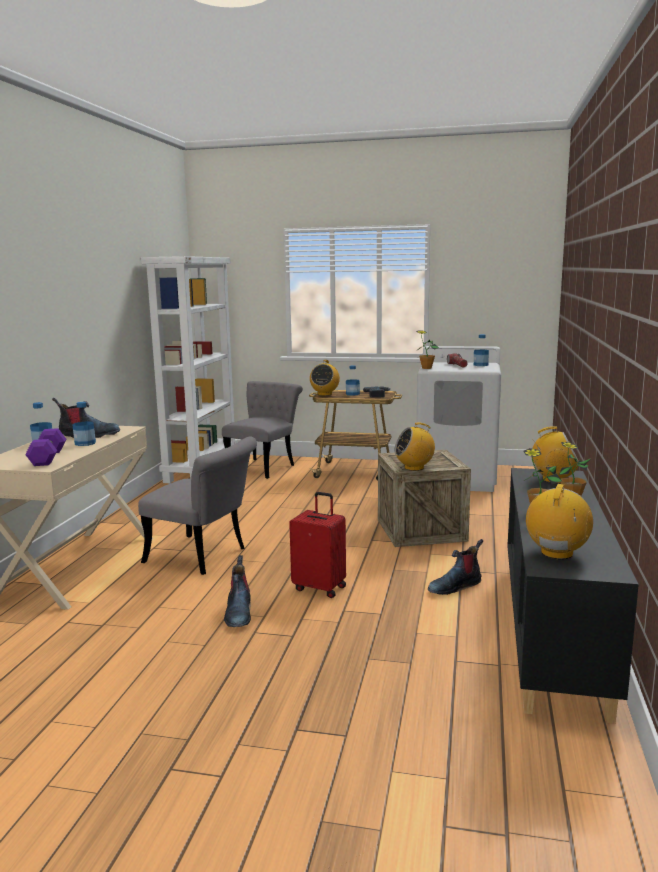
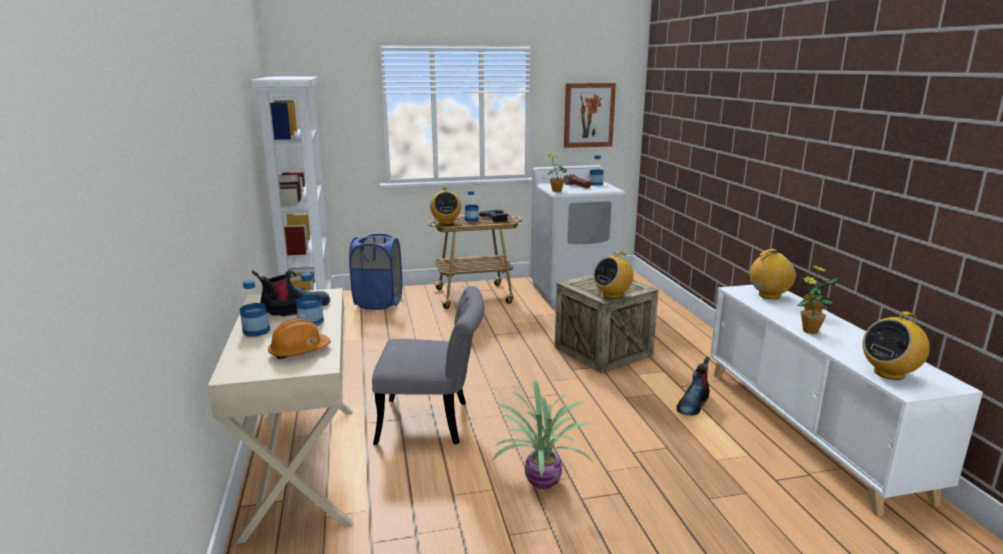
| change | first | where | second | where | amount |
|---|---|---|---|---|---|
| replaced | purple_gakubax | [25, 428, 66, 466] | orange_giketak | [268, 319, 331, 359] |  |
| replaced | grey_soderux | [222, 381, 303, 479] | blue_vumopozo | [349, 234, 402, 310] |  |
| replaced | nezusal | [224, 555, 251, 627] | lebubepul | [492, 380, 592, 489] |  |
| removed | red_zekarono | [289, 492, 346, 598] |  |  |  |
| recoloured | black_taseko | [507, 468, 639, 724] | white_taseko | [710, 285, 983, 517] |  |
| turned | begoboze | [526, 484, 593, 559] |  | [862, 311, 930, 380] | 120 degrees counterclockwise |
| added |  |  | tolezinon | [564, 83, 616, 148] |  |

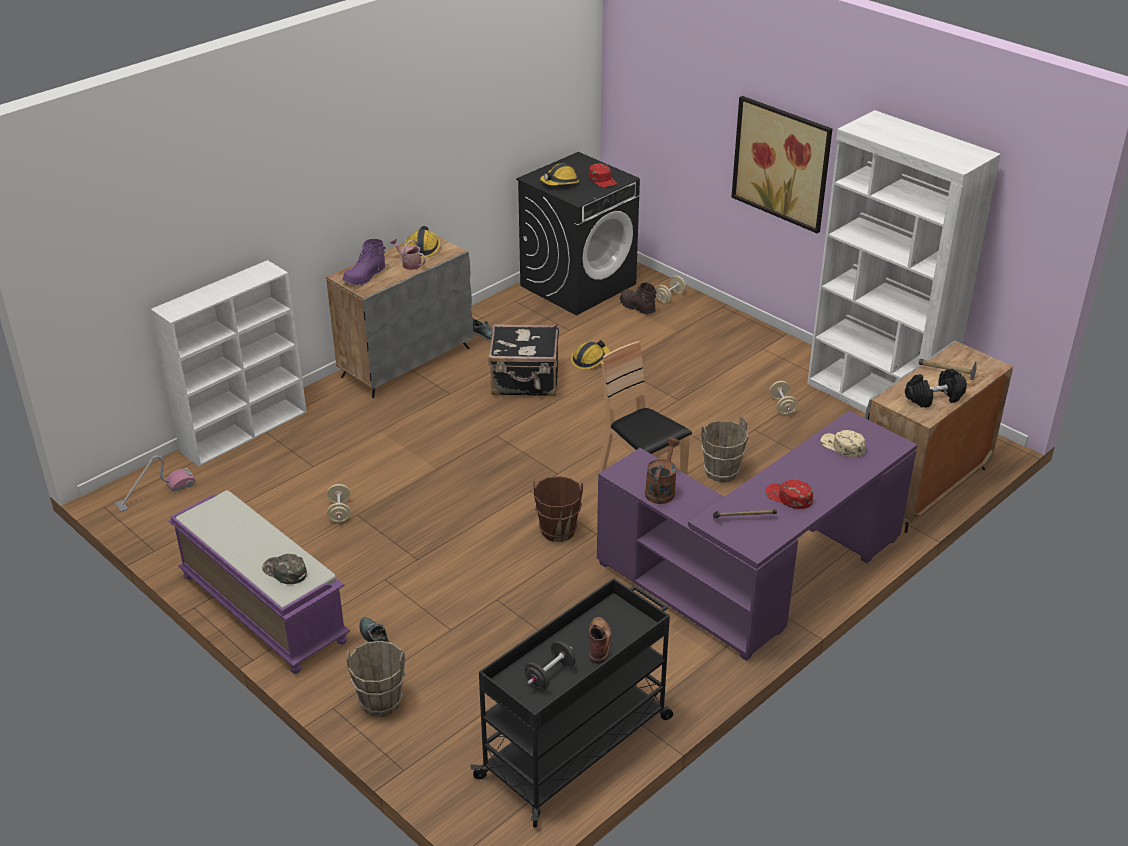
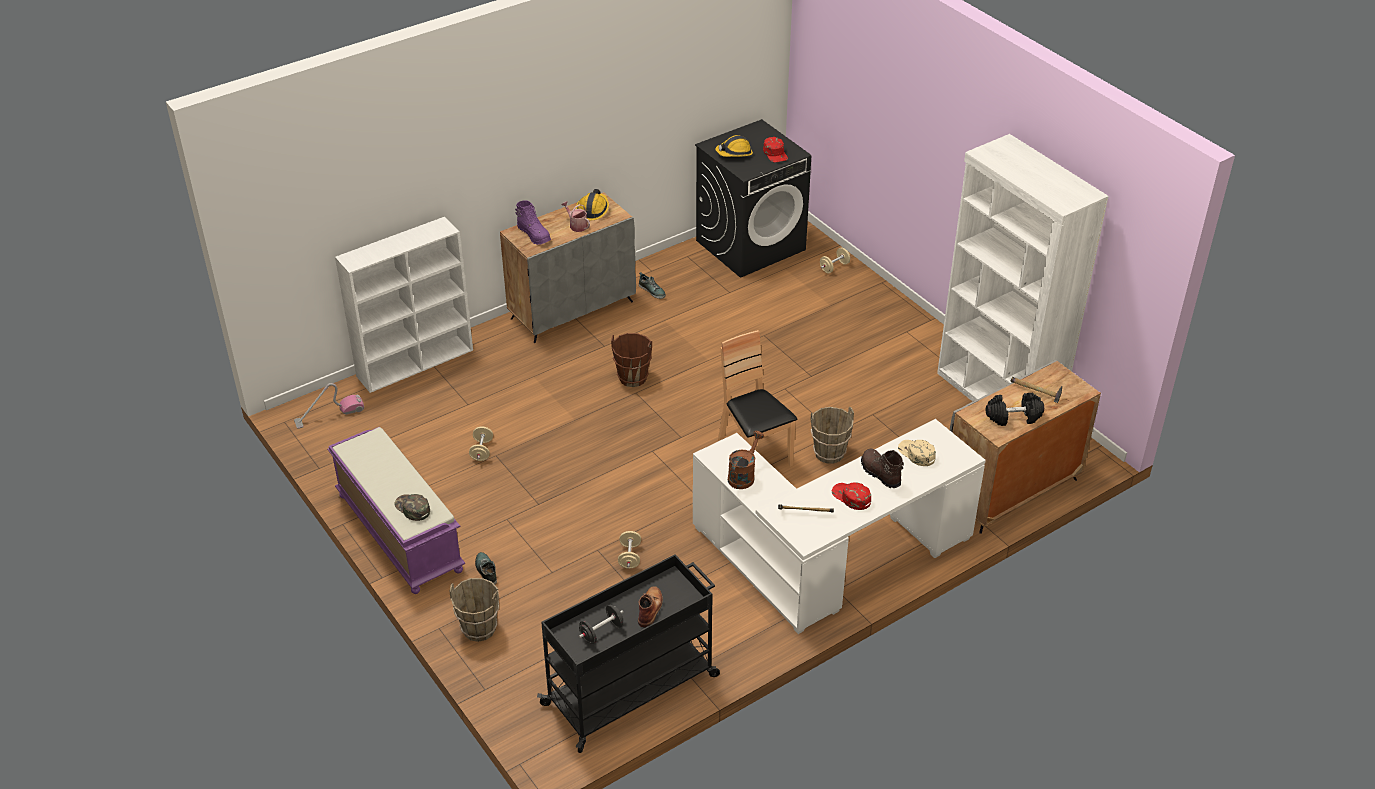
| change | first | where | second | where | amount |
|---|---|---|---|---|---|
| turned | purple_nezusal | [343, 239, 385, 285] |  | [515, 201, 551, 245] | 90 degrees counterclockwise |
| removed | black_zekarono | [488, 324, 559, 396] |  |  |  |
| moved | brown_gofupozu | [534, 476, 583, 542] |  | [611, 333, 652, 387] |  |
| removed | giketak | [571, 340, 610, 370] |  |  |  |
| recoloured | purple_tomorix | [597, 410, 917, 661] | white_tomorix | [693, 419, 986, 634] |  |
| moved | brown_nezusal | [620, 282, 657, 315] |  | [861, 449, 904, 488] |  |
| removed | tolezinon | [731, 96, 832, 233] |  |  |  |
| moved | beige_gakubax | [769, 381, 798, 415] |  | [618, 531, 641, 569] |  |

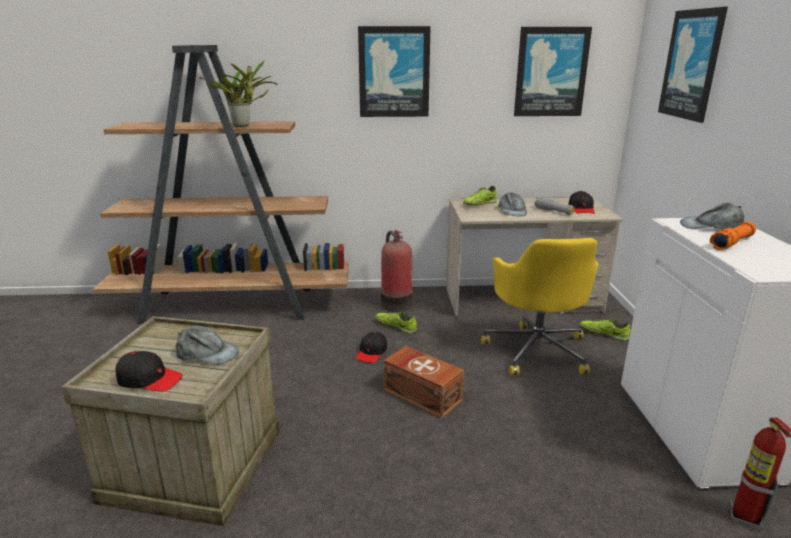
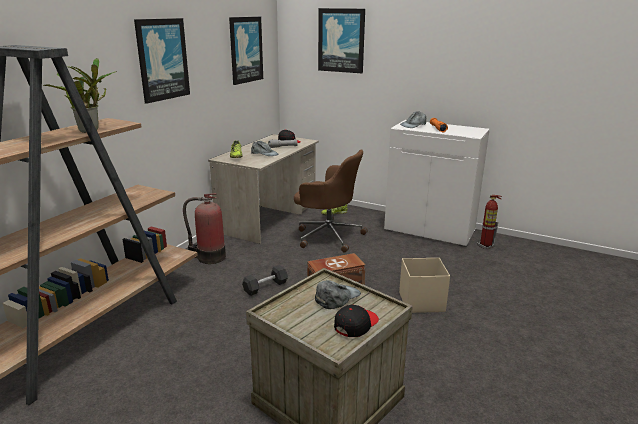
| change | first | where | second | where | amount |
|---|---|---|---|---|---|
| replaced | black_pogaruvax | [356, 332, 387, 363] | black_gakubax | [242, 265, 288, 296] |  |
| removed | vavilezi | [375, 312, 417, 334] |  |  |  |
| recoloured | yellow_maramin | [481, 238, 598, 376] | brown_maramin | [294, 149, 368, 253] |  |
| added |  |  | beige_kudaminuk | [399, 258, 450, 313] |  |

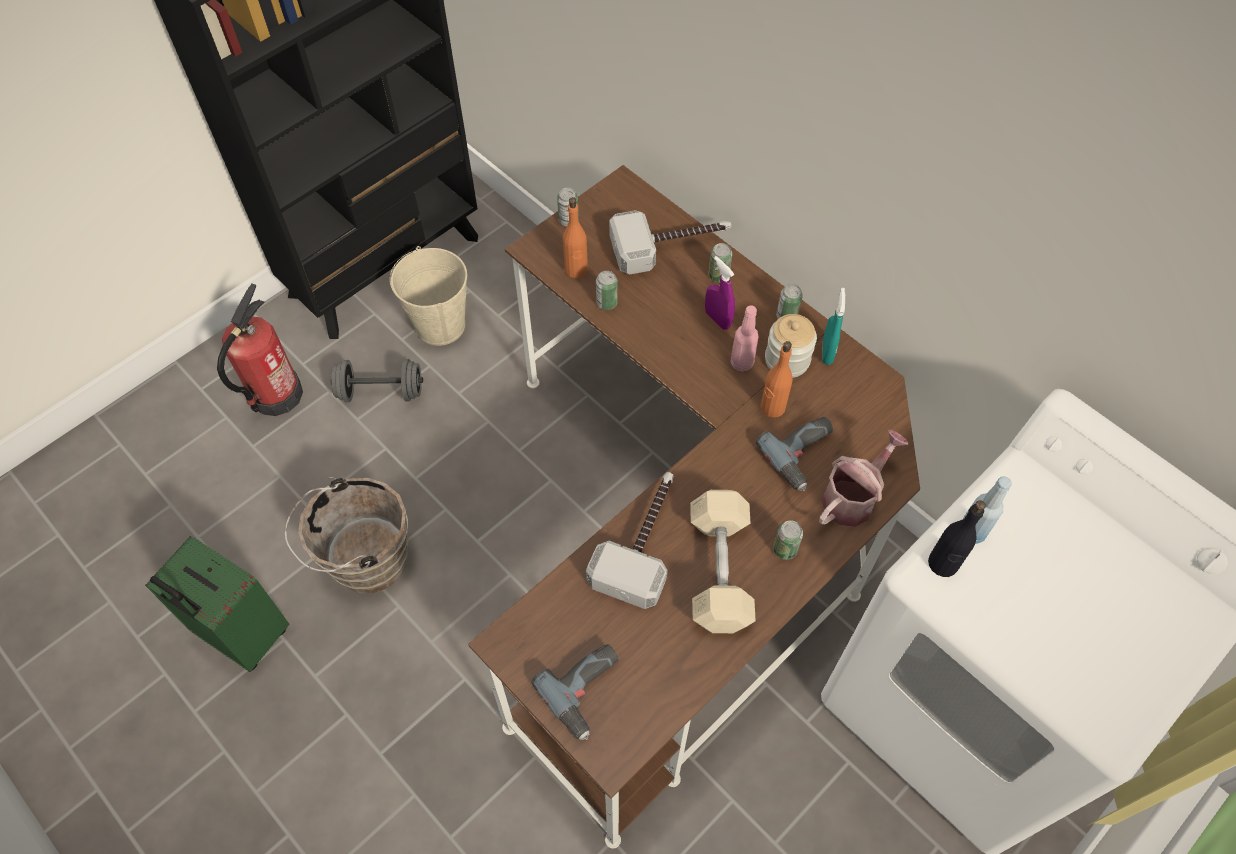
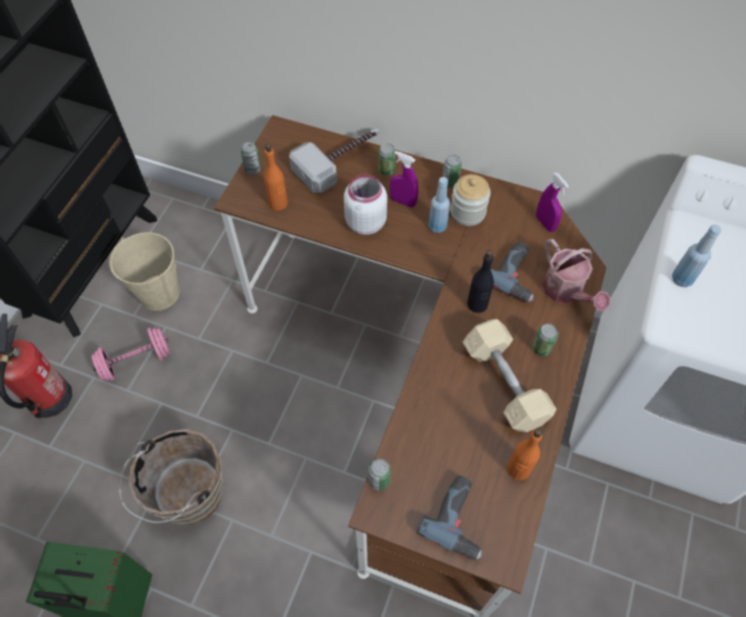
| change | first | where | second | where | amount |
|---|---|---|---|---|---|
| recoloured | grey_gakubax | [331, 359, 423, 402] | pink_gakubax | [91, 327, 170, 381] |  |
| removed | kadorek | [586, 472, 673, 609] |  |  |  |
| moved | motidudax | [596, 271, 618, 310] |  | [368, 459, 391, 490] |  |
| recoloured | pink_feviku | [731, 305, 759, 371] | blue_feviku | [428, 177, 450, 233] |  |
| moved | orange_feviku | [761, 341, 793, 417] |  | [507, 428, 543, 480] |  |
| turned | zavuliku | [819, 430, 908, 527] |  | [542, 239, 610, 311] | 135 degrees clockwise |
| removed | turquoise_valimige | [822, 288, 845, 365] |  |  |  |
| moved | black_feviku | [928, 501, 986, 577] |  | [467, 250, 494, 313] |  |
| added |  |  | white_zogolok | [344, 174, 387, 235] |  |
| added |  |  | purple_valimige | [536, 173, 569, 232] |  |

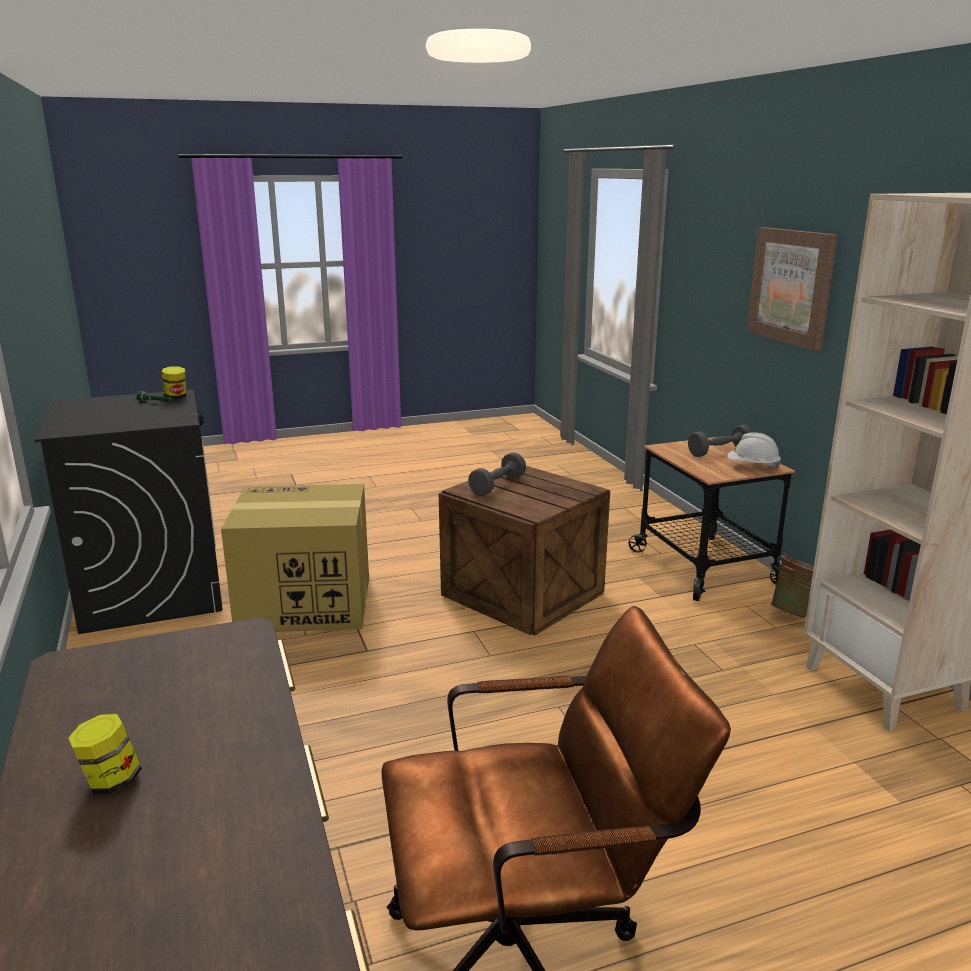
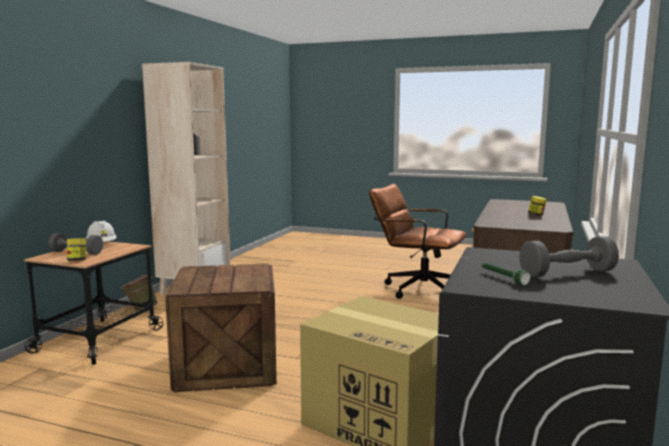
| change | first | where | second | where | amount |
|---|---|---|---|---|---|
| moved | zogolok | [162, 366, 187, 399] |  | [67, 238, 86, 261] |  |
| moved | grey_gakubax | [468, 452, 526, 496] |  | [519, 236, 619, 277] |  |
| removed | tolezinon | [747, 227, 838, 351] |  |  |  |

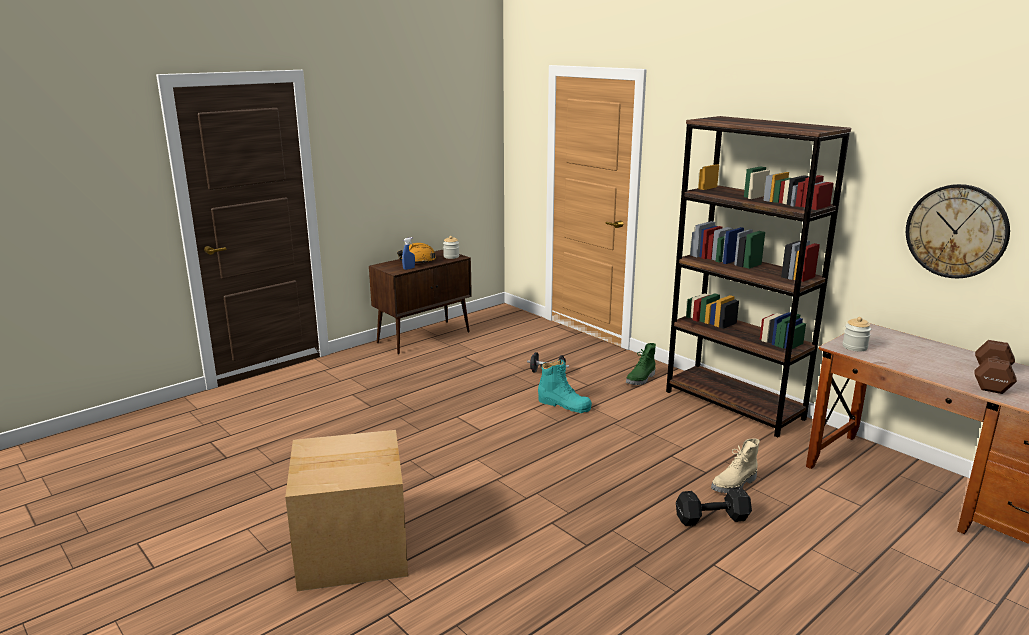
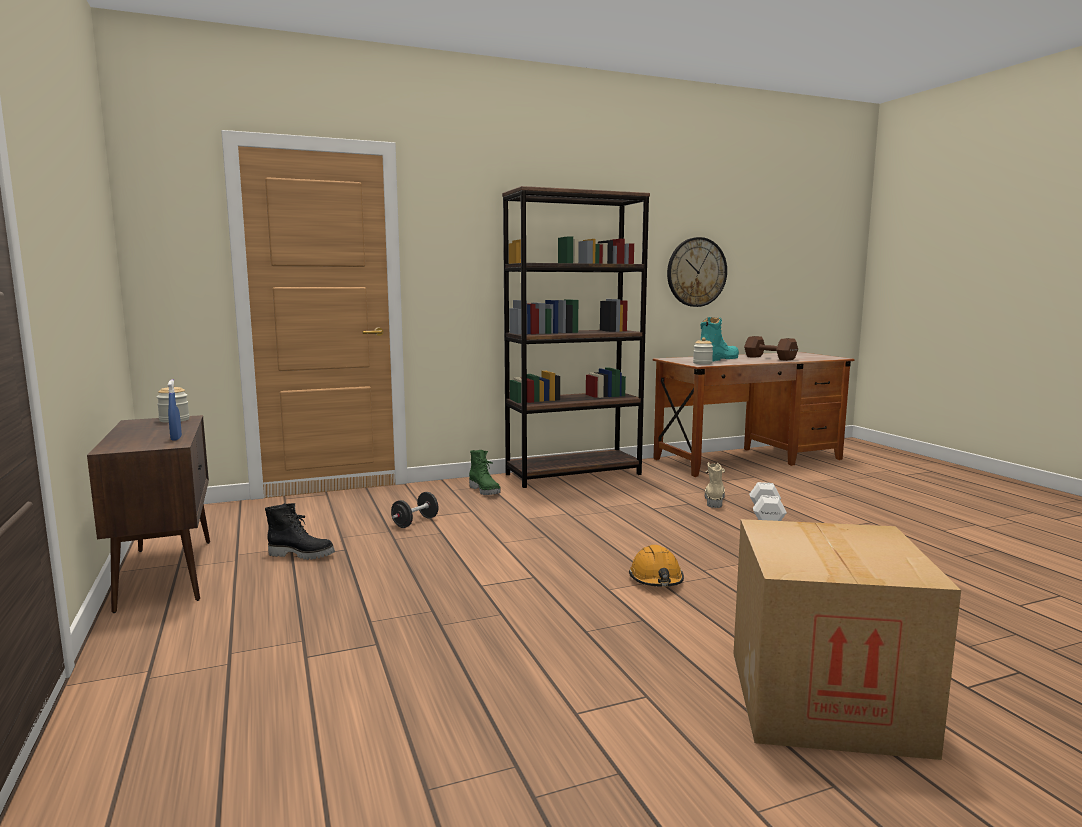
| change | first | where | second | where | amount |
|---|---|---|---|---|---|
| moved | orange_giketak | [397, 243, 436, 263] |  | [629, 545, 684, 587] |  |
| moved | turquoise_nezusal | [538, 360, 592, 413] |  | [701, 317, 739, 361] |  |
| recoloured | black_gakubax | [676, 487, 752, 526] | white_gakubax | [749, 482, 787, 521] |  |
| turned | beige_nezusal | [711, 439, 760, 493] |  | [705, 462, 725, 508] | 150 degrees counterclockwise |
| added |  |  | black_nezusal | [265, 503, 335, 560] |  |

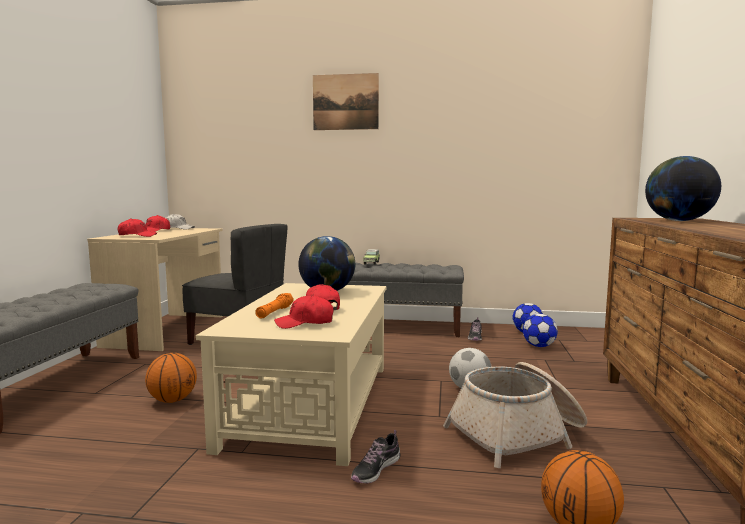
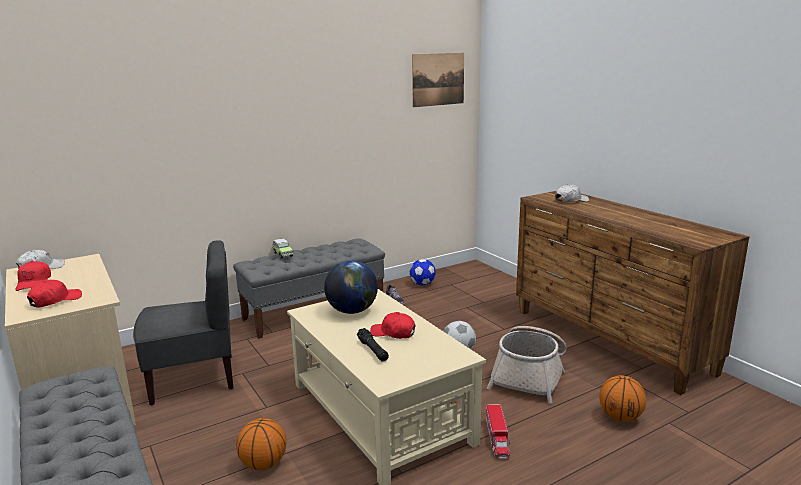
| change | first | where | second | where | amount |
|---|---|---|---|---|---|
| recoloured | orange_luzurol | [255, 293, 294, 318] | black_luzurol | [357, 328, 389, 362] |  |
| removed | red_pogaruvax | [274, 295, 333, 329] |  |  |  |
| moved | tolezinon | [313, 73, 379, 130] |  | [412, 53, 464, 107] |  |
| replaced | vavilezi | [351, 430, 401, 484] | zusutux | [486, 404, 510, 458] |  |
| removed | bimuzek | [523, 314, 558, 347] |  |  |  |
| replaced | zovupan | [645, 156, 721, 221] | white_pogaruvax | [555, 184, 589, 203] |  |

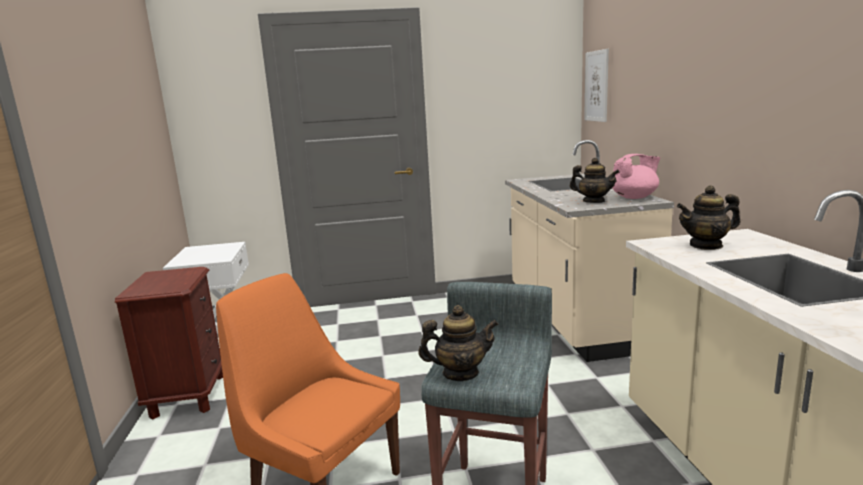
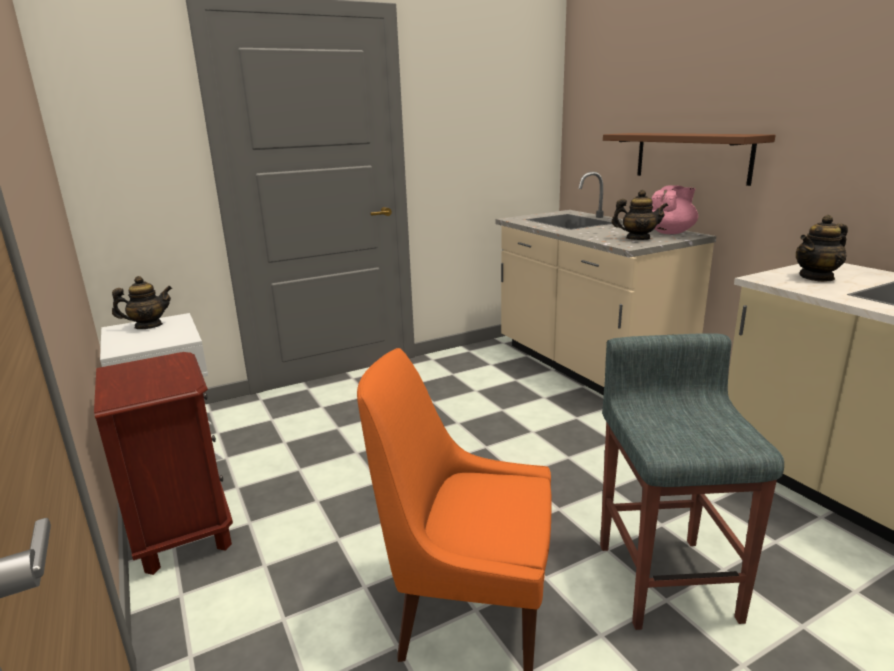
| change | first | where | second | where | amount |
|---|---|---|---|---|---|
| moved | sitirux | [418, 305, 499, 381] |  | [112, 276, 172, 329] |  |
| removed | tolezinon | [584, 49, 609, 122] |  |  |  |
| added |  |  | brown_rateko | [603, 133, 776, 186] |  |

